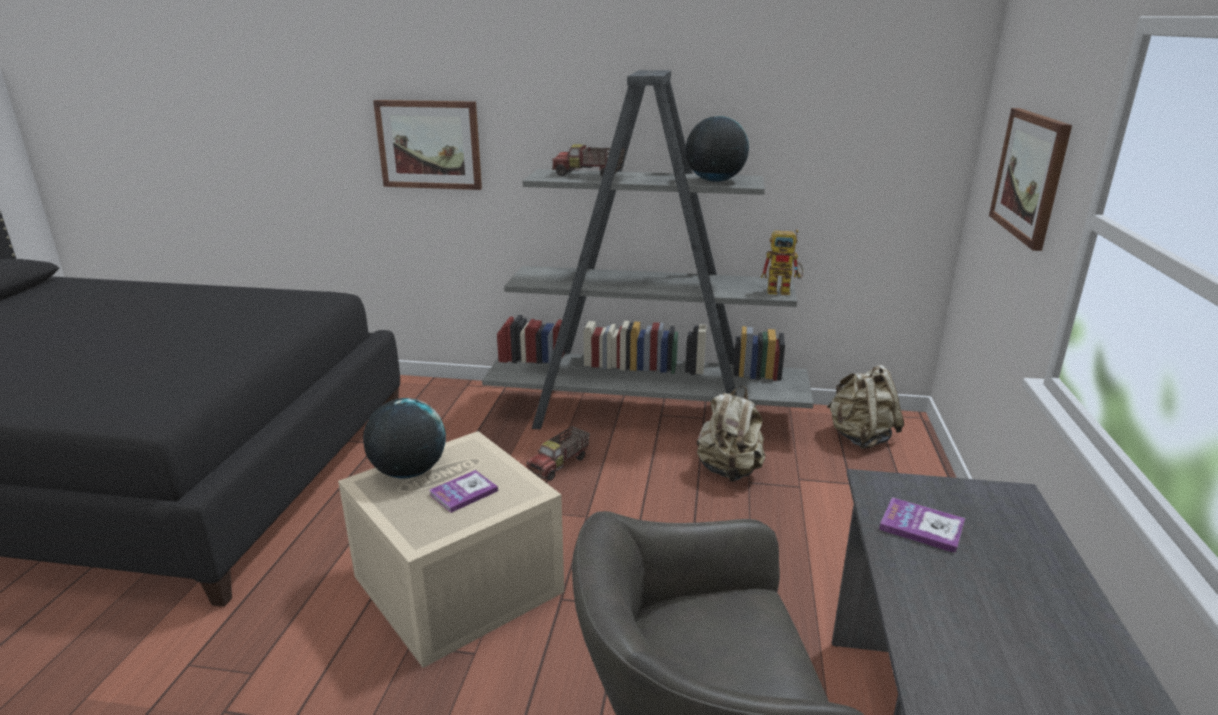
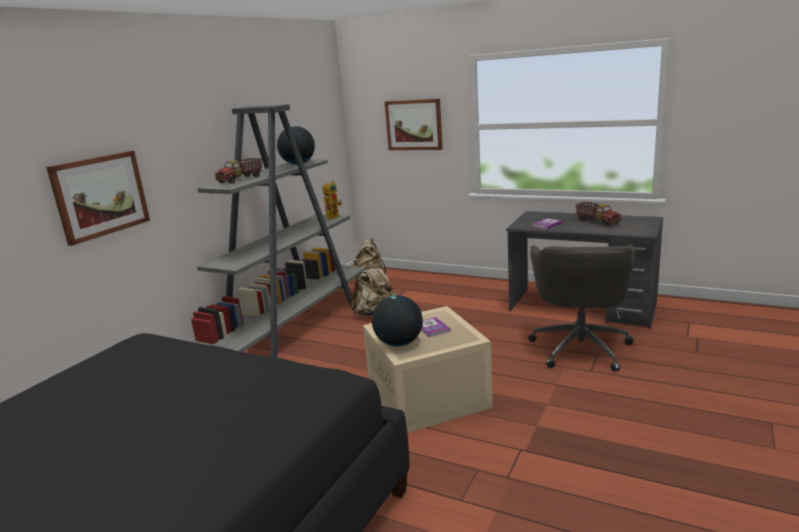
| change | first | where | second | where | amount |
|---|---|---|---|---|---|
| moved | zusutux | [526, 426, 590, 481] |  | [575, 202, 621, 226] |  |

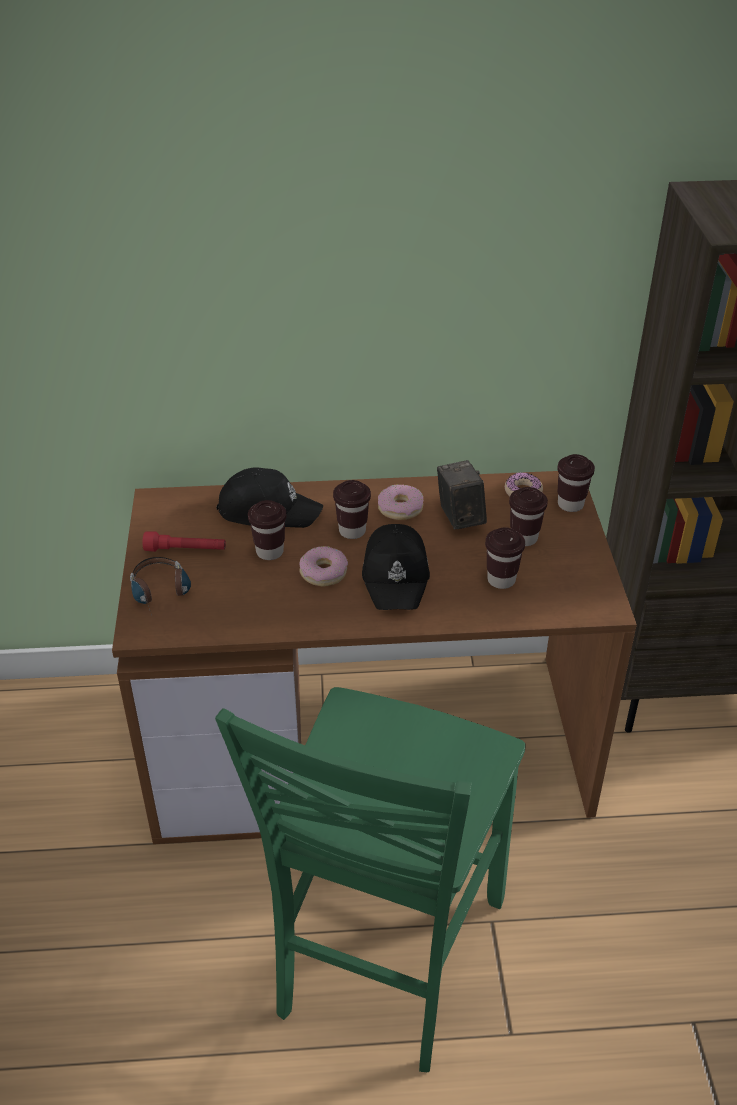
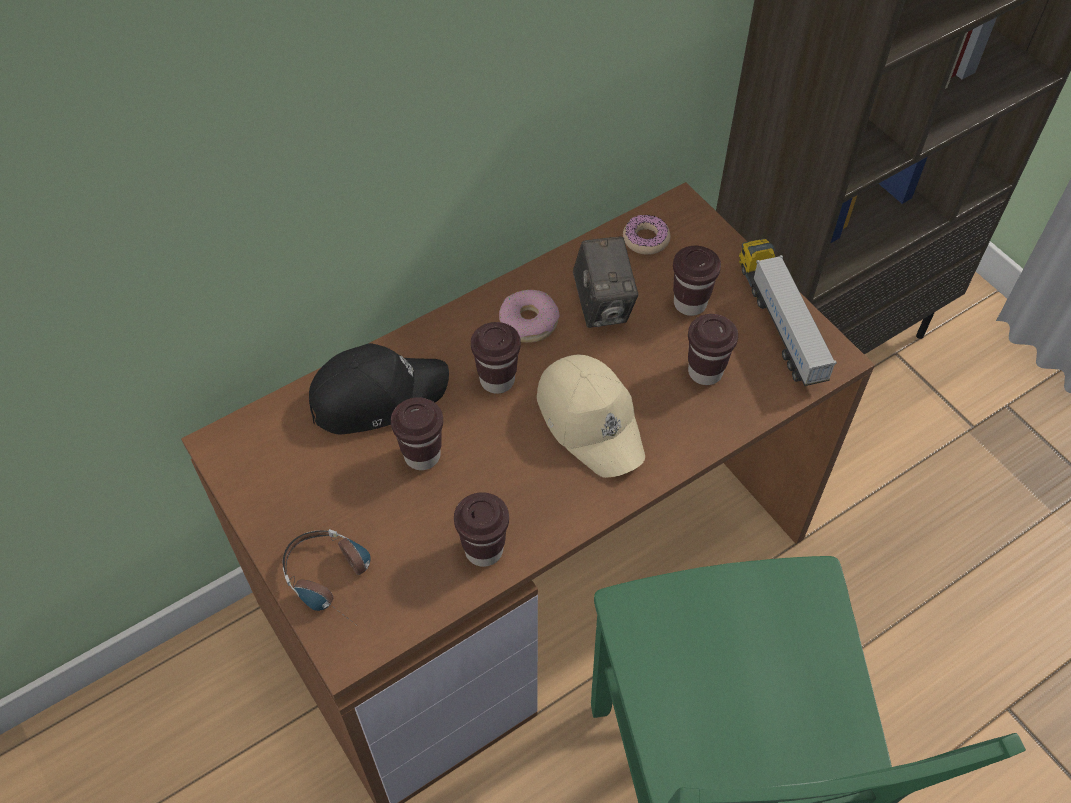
| change | first | where | second | where | amount |
|---|---|---|---|---|---|
| removed | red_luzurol | [142, 531, 226, 552] |  |  |  |
| removed | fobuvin | [300, 546, 348, 587] |  |  |  |
| recoloured | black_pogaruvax | [362, 524, 430, 610] | beige_pogaruvax | [537, 355, 645, 478] |  |
| turned | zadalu | [437, 460, 487, 529] |  | [573, 236, 638, 328] | 150 degrees counterclockwise |
| moved | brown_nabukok | [557, 454, 595, 512] |  | [454, 492, 509, 567] |  |
| added |  |  | zusutux | [739, 239, 837, 386] |  |

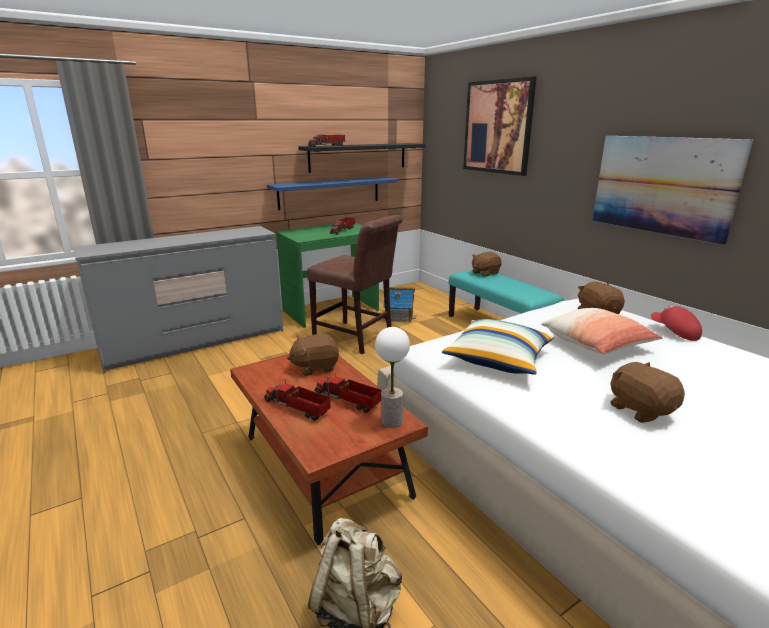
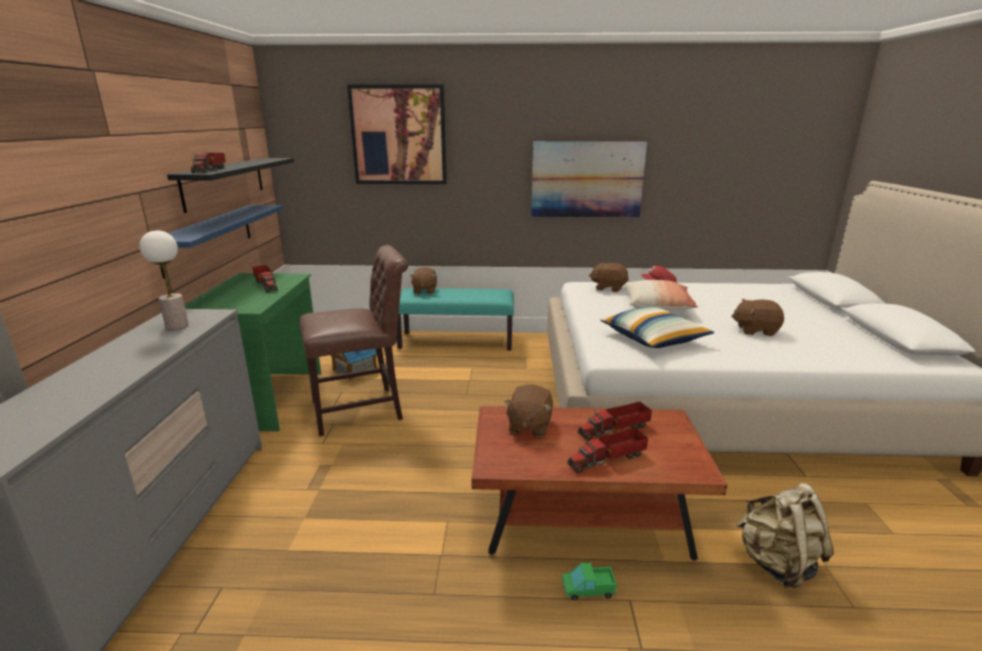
| change | first | where | second | where | amount |
|---|---|---|---|---|---|
| moved | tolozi | [375, 327, 410, 428] |  | [140, 230, 189, 330] |  |
| added |  |  | zusutux | [561, 563, 617, 601] |  |

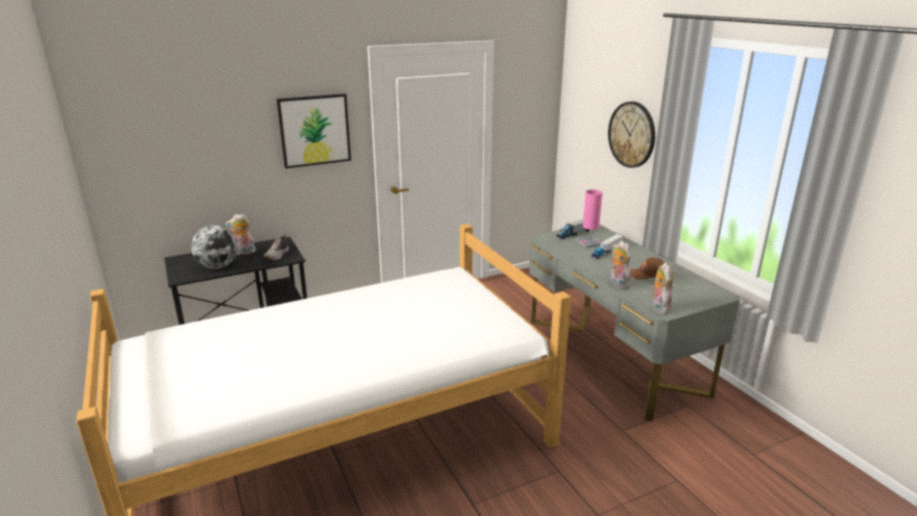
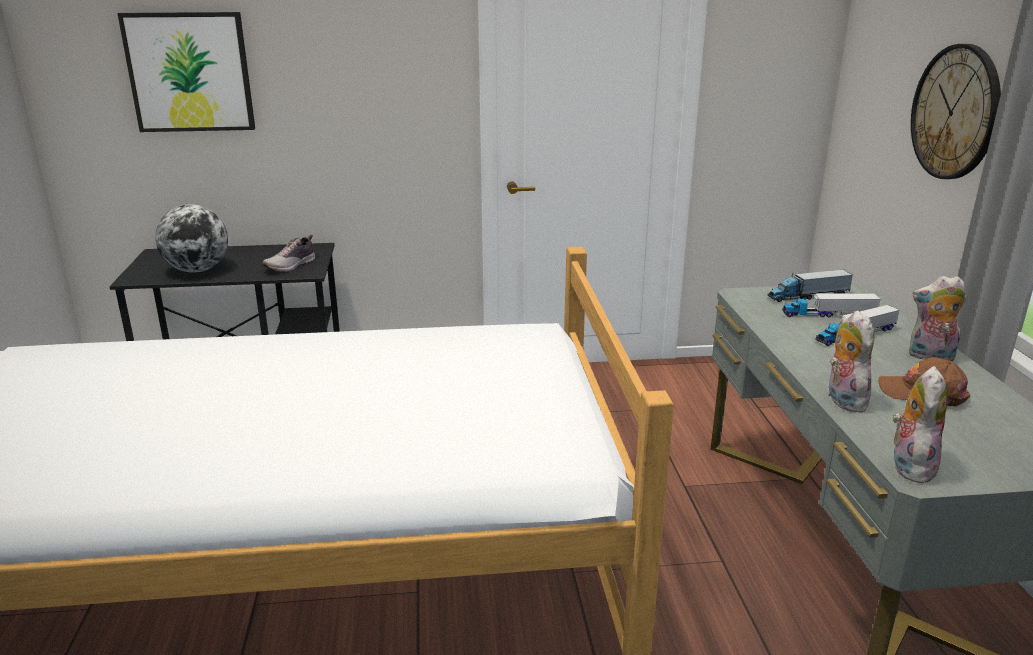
| change | first | where | second | where | amount |
|---|---|---|---|---|---|
| moved | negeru | [225, 214, 256, 255] |  | [909, 276, 967, 361] |  |
| moved | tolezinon | [276, 94, 351, 169] |  | [117, 12, 255, 132] |  |
| replaced | pink_tolozi | [575, 190, 603, 248] | zusutux | [782, 293, 880, 317] |  |

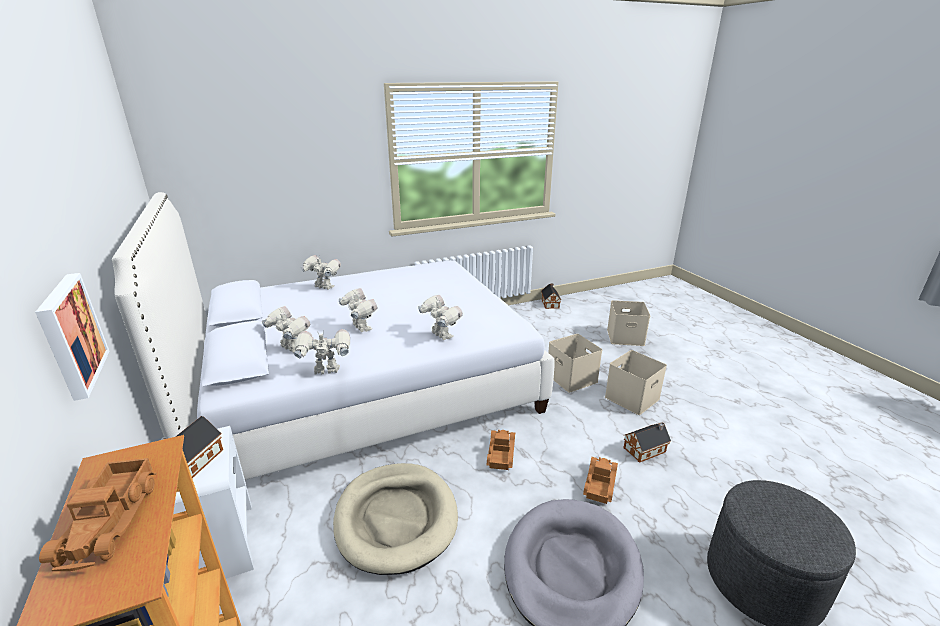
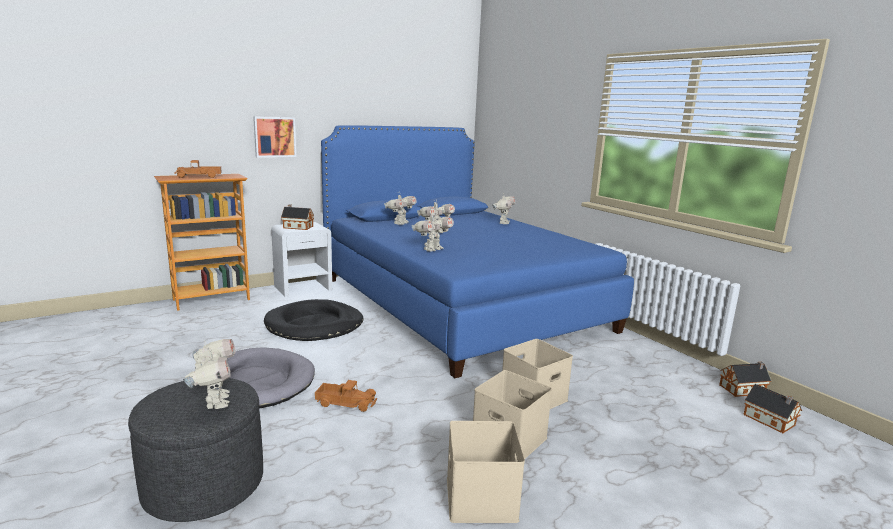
| change | first | where | second | where | amount |
|---|---|---|---|---|---|
| recoloured | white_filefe | [112, 192, 555, 480] | blue_filefe | [321, 125, 634, 378] |  |
| moved | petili | [293, 329, 350, 374] |  | [183, 339, 235, 409] |  |
| recoloured | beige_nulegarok | [333, 463, 458, 575] | black_nulegarok | [264, 299, 364, 341] |  |
| removed | zusutux | [487, 430, 515, 470] |  |  |  |
| moved | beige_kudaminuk | [607, 300, 650, 346] |  | [447, 421, 525, 523] |  |
| moved | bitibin | [623, 422, 671, 463] |  | [743, 384, 802, 433] |  |

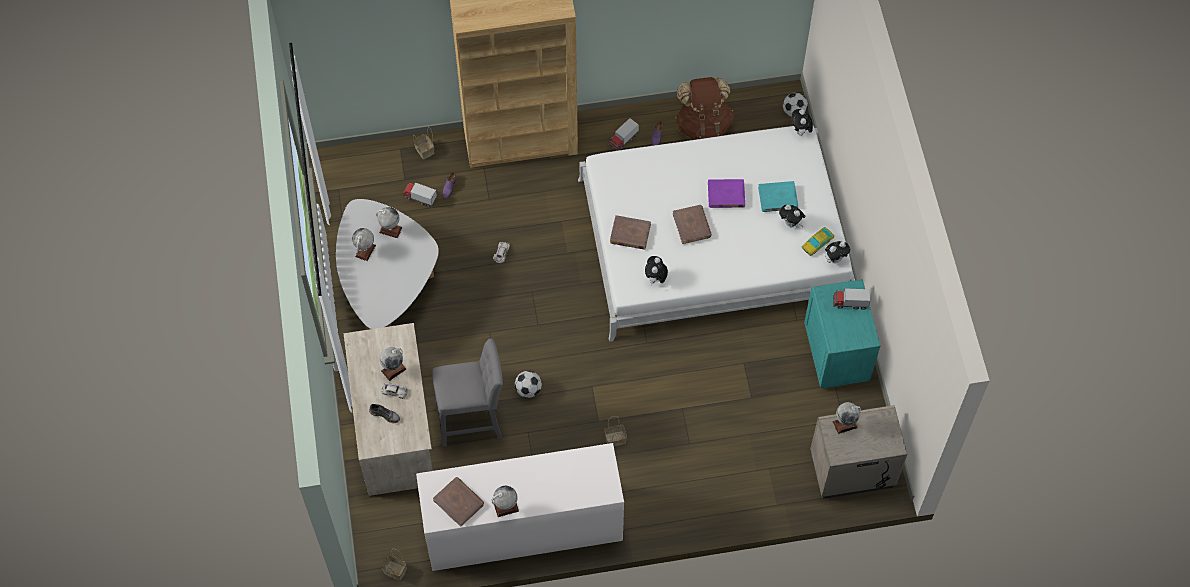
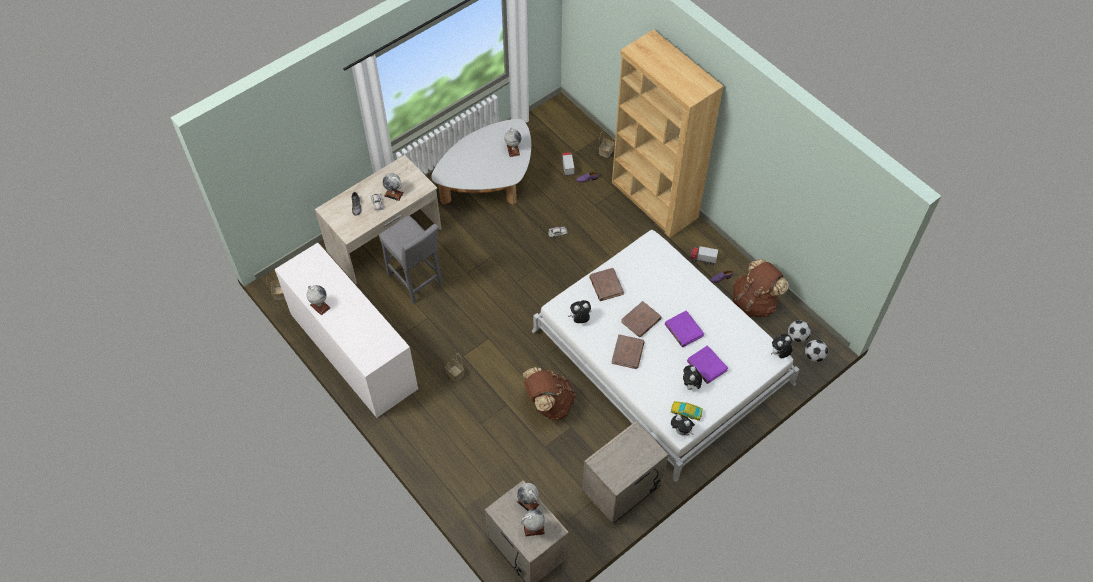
| change | first | where | second | where | amount |
|---|---|---|---|---|---|
| moved | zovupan | [352, 228, 376, 261] |  | [521, 509, 545, 537] |  |
| moved | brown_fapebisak | [433, 477, 484, 527] |  | [611, 334, 645, 369] |  |
| moved | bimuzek | [515, 371, 542, 398] |  | [788, 320, 811, 343] |  |
| recoloured | turquoise_fapebisak | [758, 181, 798, 212] | purple_fapebisak | [687, 345, 728, 384] |  |
| recoloured | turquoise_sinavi | [804, 279, 880, 388] | beige_sinavi | [582, 421, 669, 524] |  |
| removed | zusutux | [833, 288, 870, 310] |  |  |  |
| added |  |  | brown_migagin | [523, 367, 575, 420] |  |

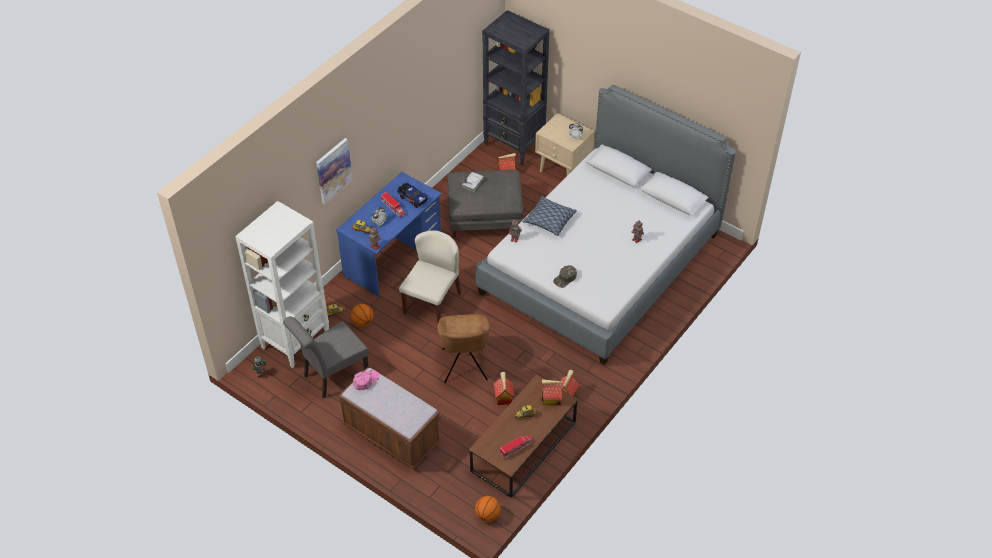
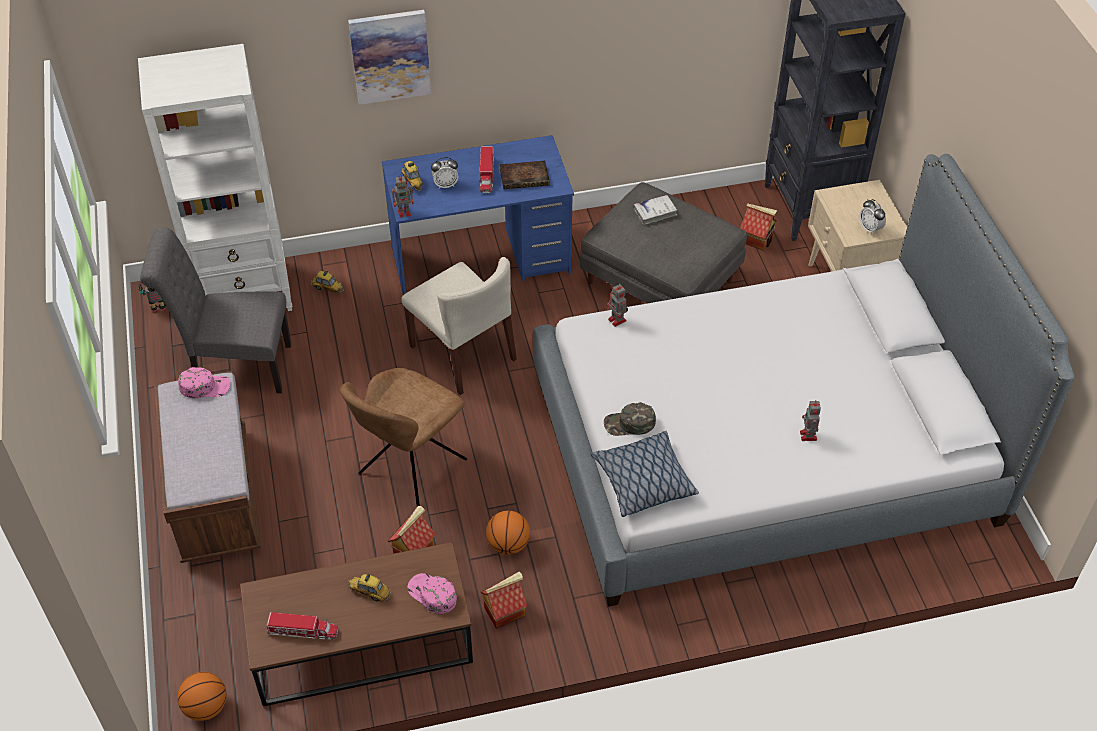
| change | first | where | second | where | amount |
|---|---|---|---|---|---|
| moved | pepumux | [351, 304, 373, 326] |  | [486, 511, 530, 555] |  |
| replaced | zusutux | [397, 183, 428, 208] | fapebisak | [500, 161, 550, 189] |  |
| turned | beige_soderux | [399, 230, 461, 325] |  | [401, 257, 517, 395] | 75 degrees clockwise |
| moved | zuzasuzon | [523, 196, 577, 236] |  | [591, 431, 699, 517] |  |
| replaced | bitibin | [542, 379, 563, 405] | pink_pogaruvax | [407, 573, 457, 614] |  |

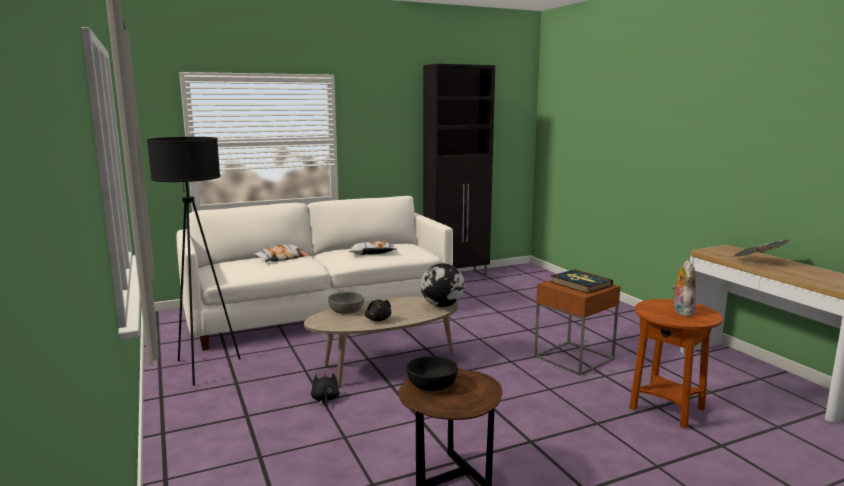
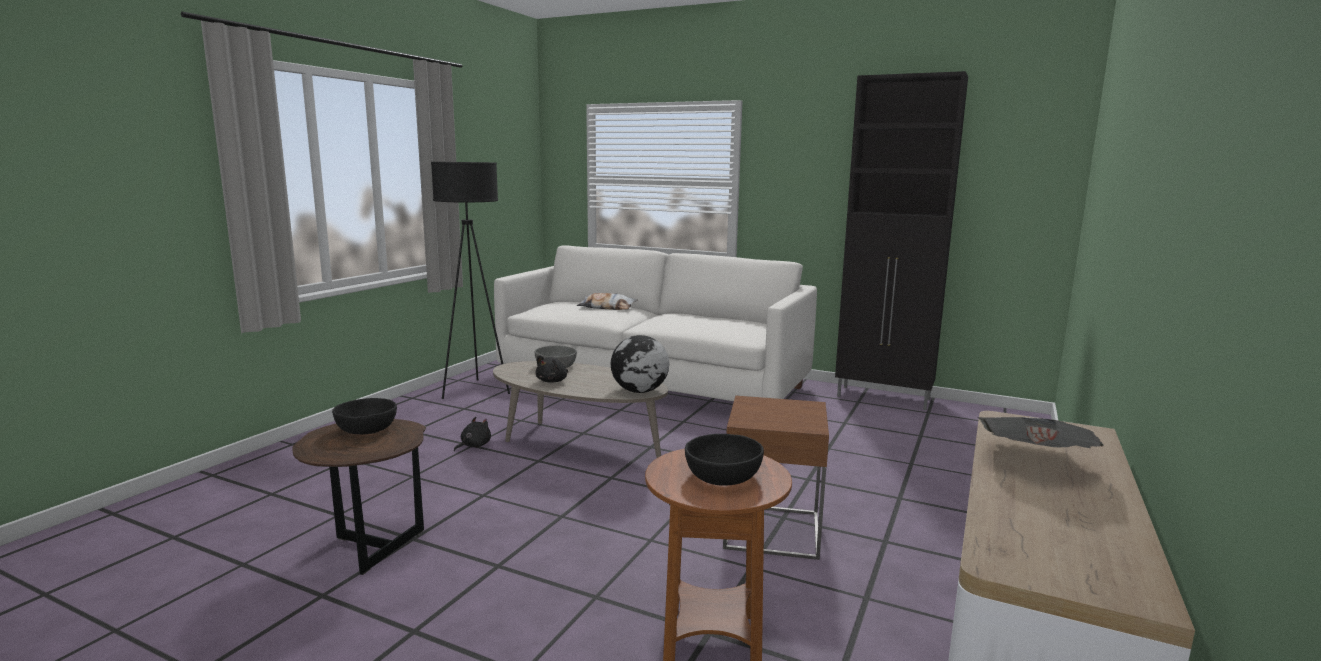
| change | first | where | second | where | amount |
|---|---|---|---|---|---|
| removed | zuzasuzon | [349, 241, 397, 255] |  |  |  |
| removed | fapebisak | [550, 269, 613, 294] |  |  |  |
| replaced | negeru | [672, 260, 696, 317] | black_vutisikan | [685, 434, 764, 486] |  |

